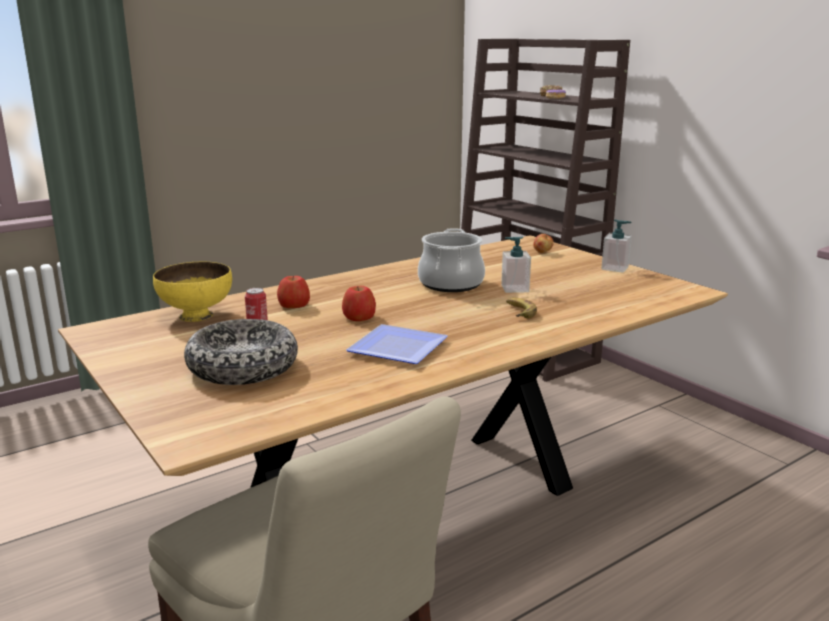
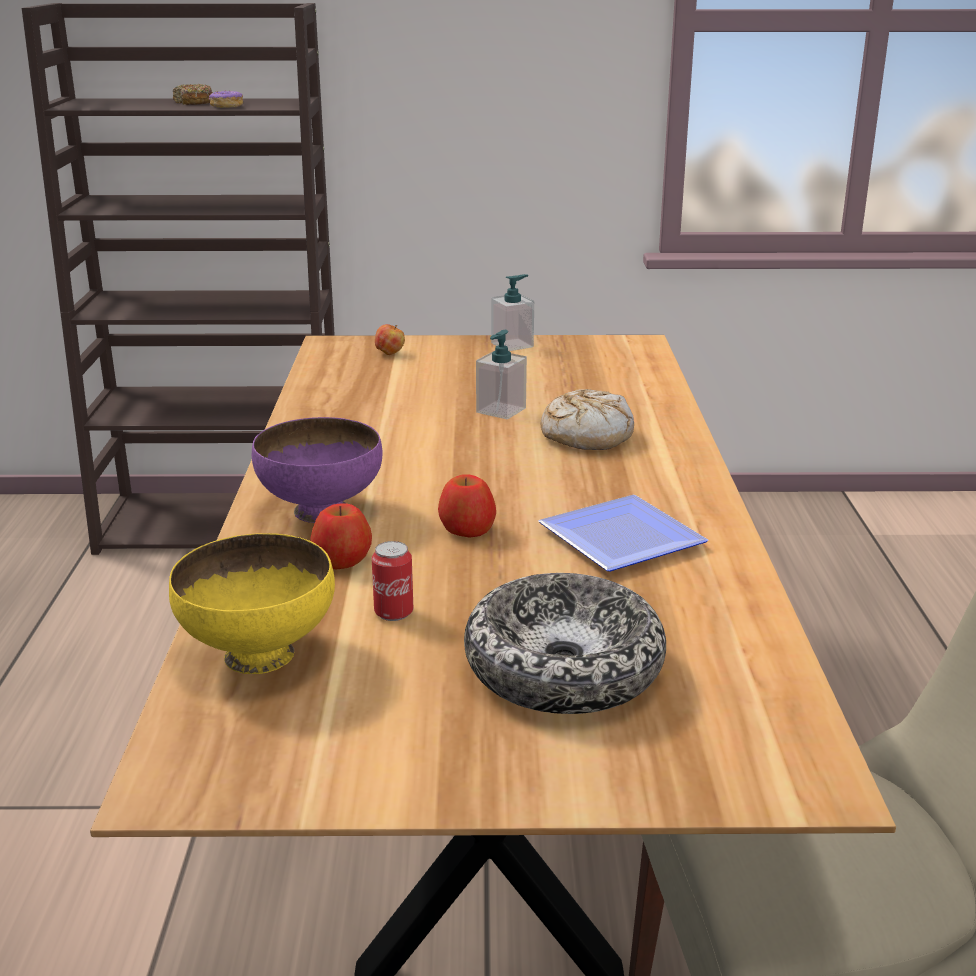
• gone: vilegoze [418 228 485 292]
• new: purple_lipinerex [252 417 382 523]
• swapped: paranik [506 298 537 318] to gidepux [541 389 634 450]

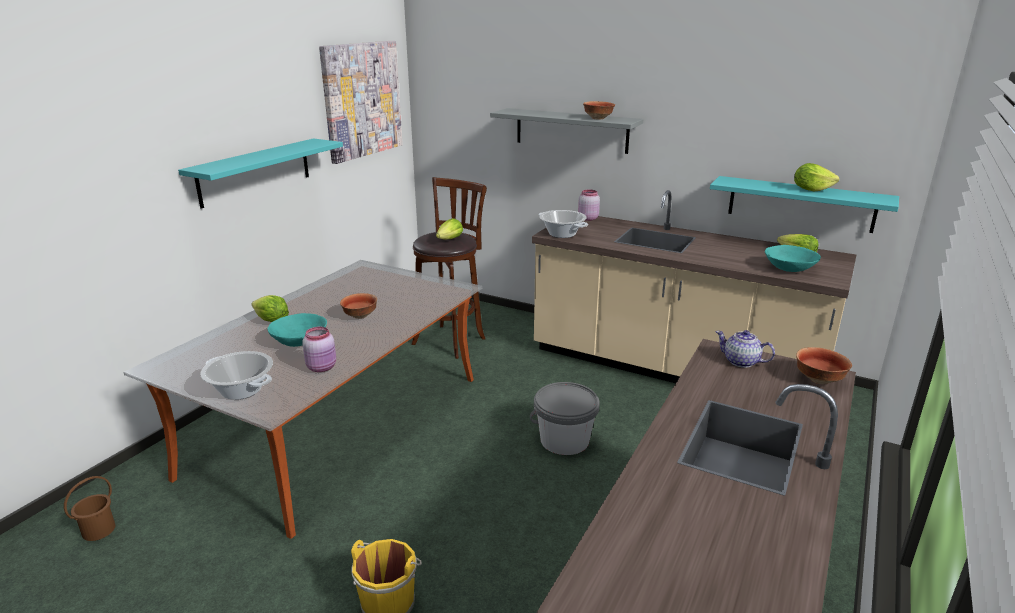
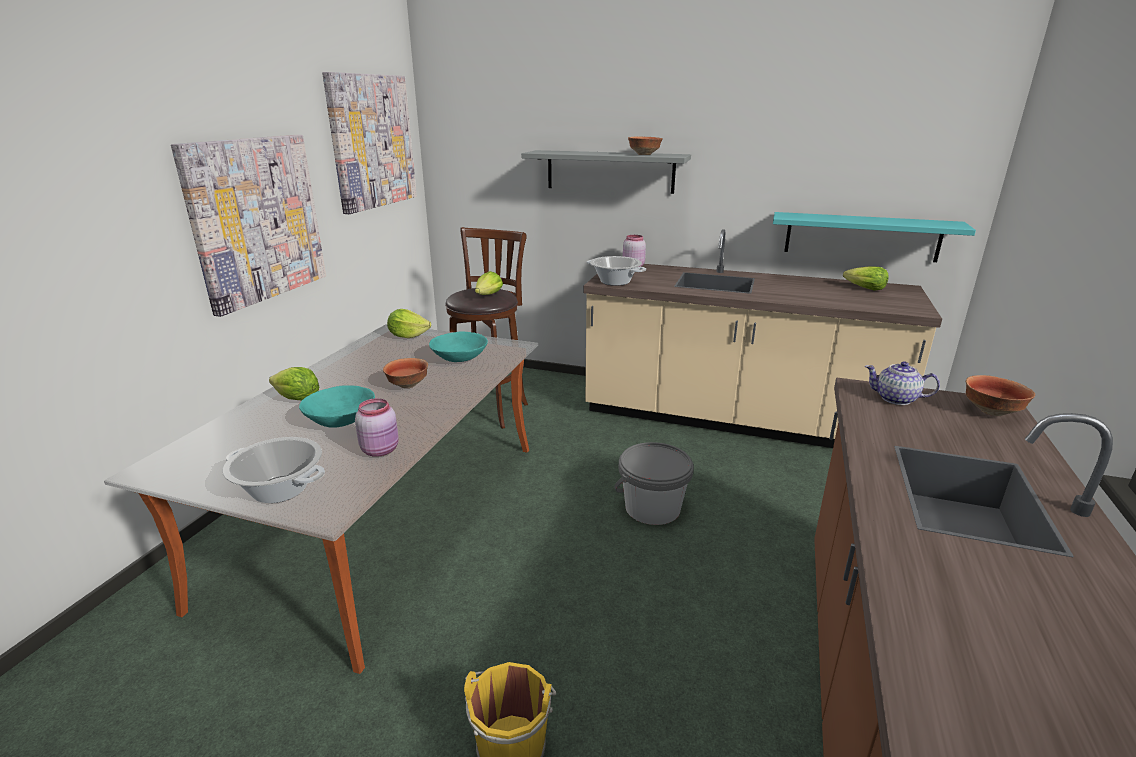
• gone: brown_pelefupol [64 476 115 541]
• shifted: turquoise_lipinerex [765 245 821 272] to [429 331 488 362]
• shifted: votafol [794 163 839 192] to [387 309 431 338]
• swapped: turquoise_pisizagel [178 138 343 209] to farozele [171 135 326 317]

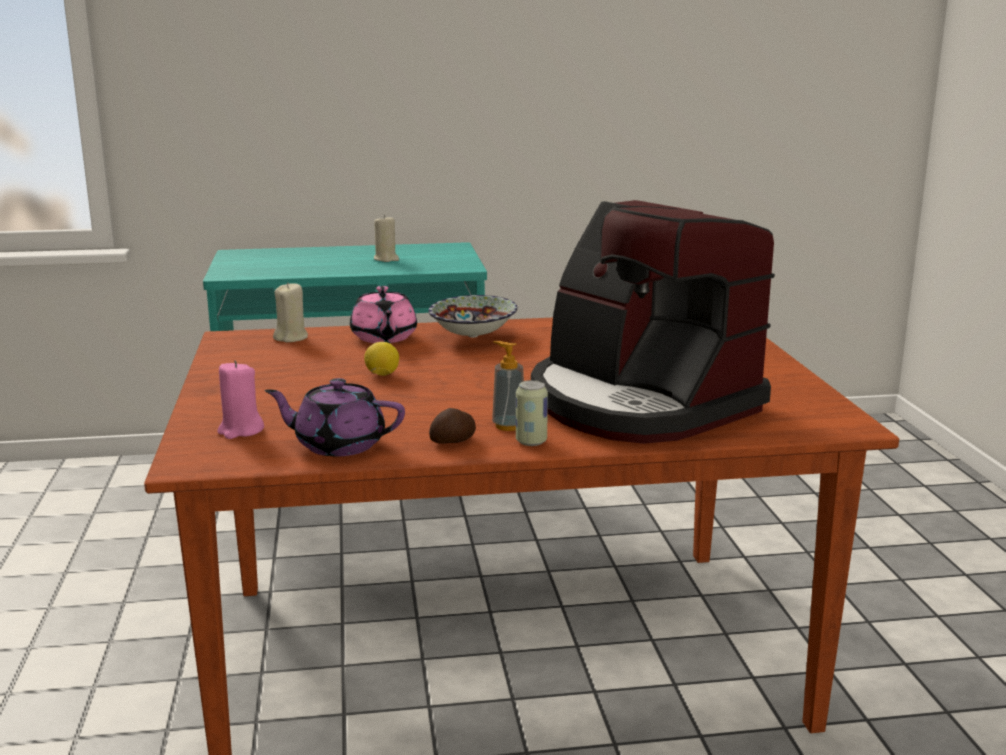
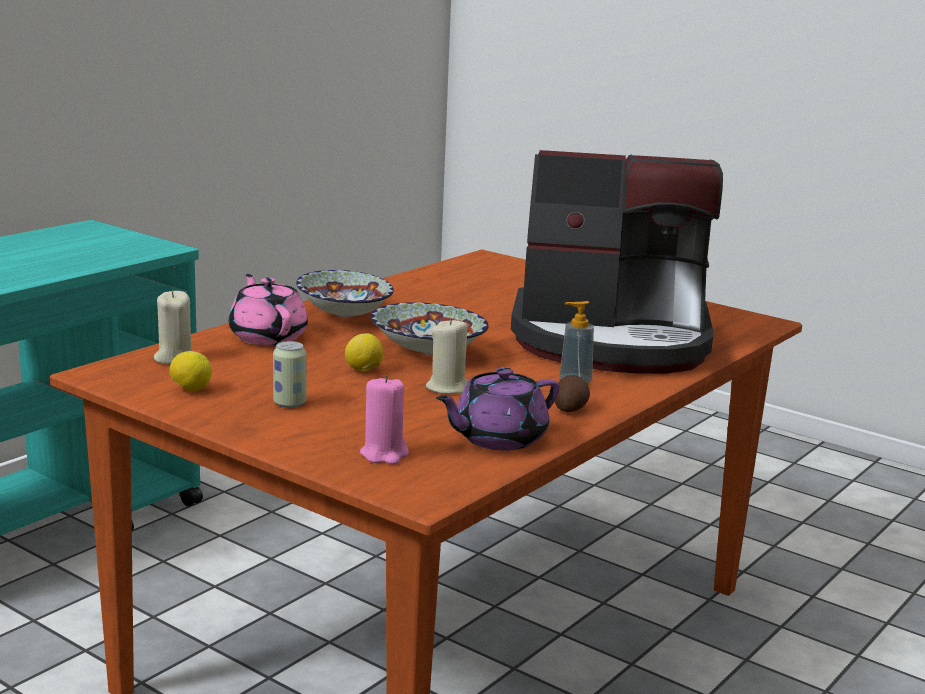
• new: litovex [169 351 212 392]
• new: lipinerex [370 302 489 355]
• shifted: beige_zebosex [374 215 399 262] to [426 318 469 394]
• shifted: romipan [516 380 548 446] to [273 341 307 408]
• rotated: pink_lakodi [350 286 417 343] = [229 274 308 345] 150 degrees counterclockwise

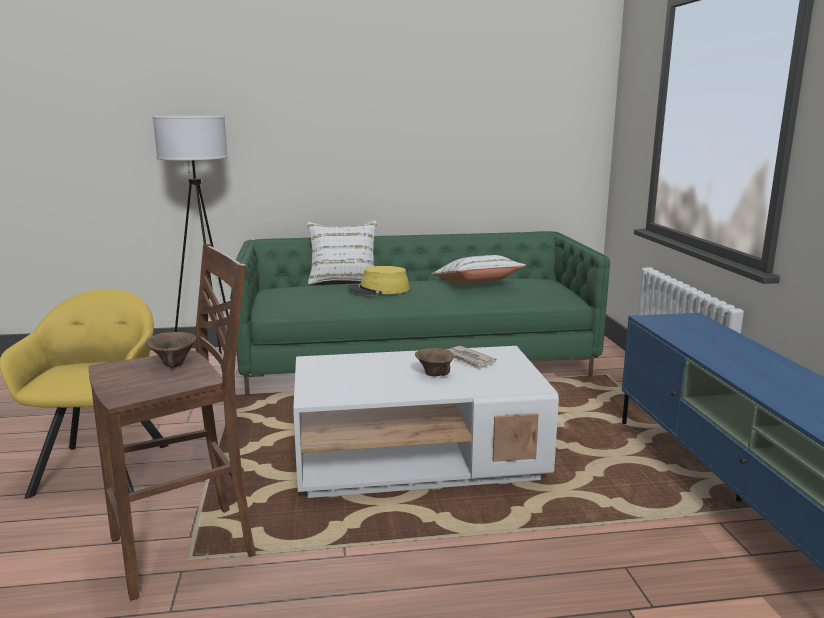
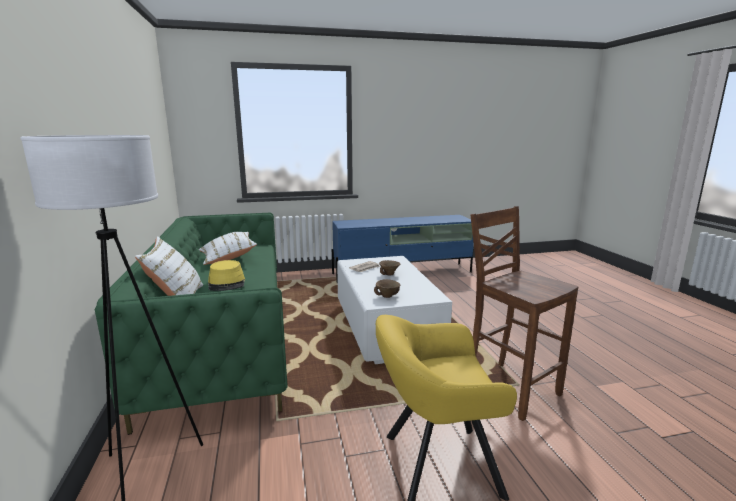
• shifted: brown_lipinerex [146 332 197 369] to [374 279 400 298]

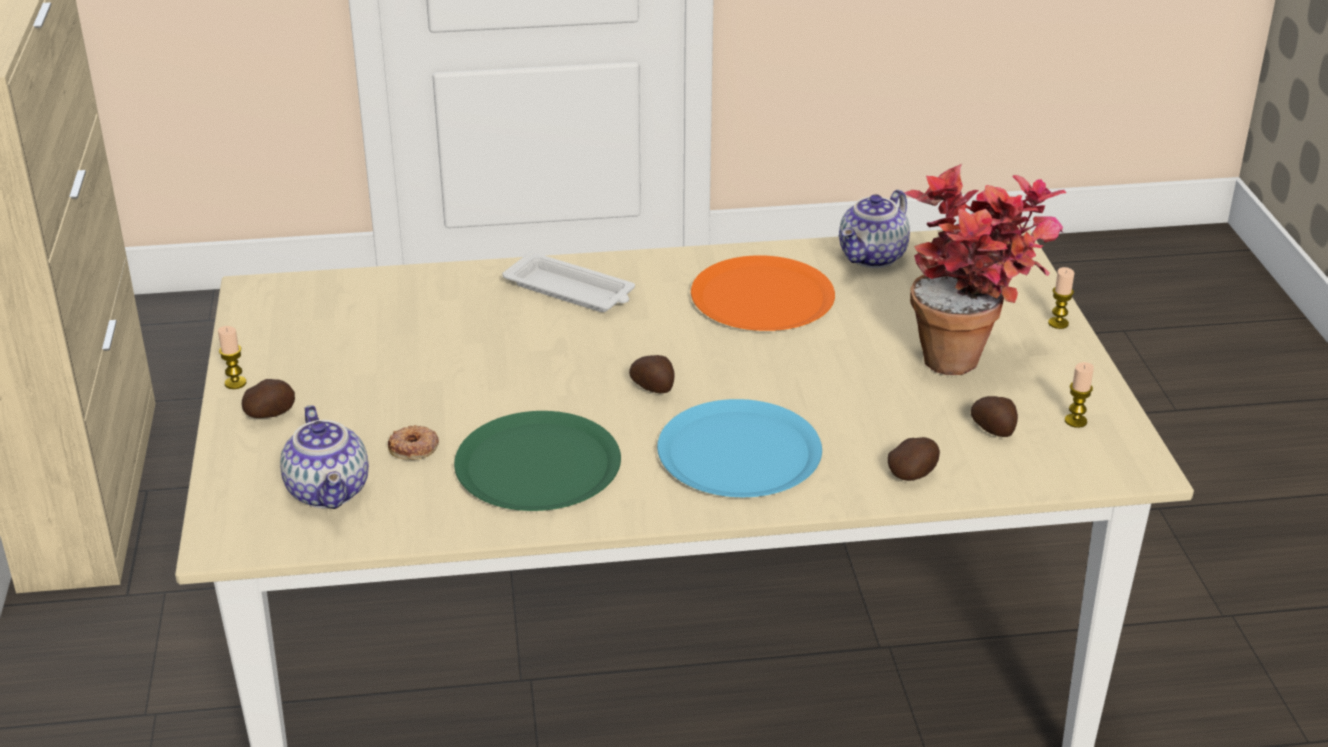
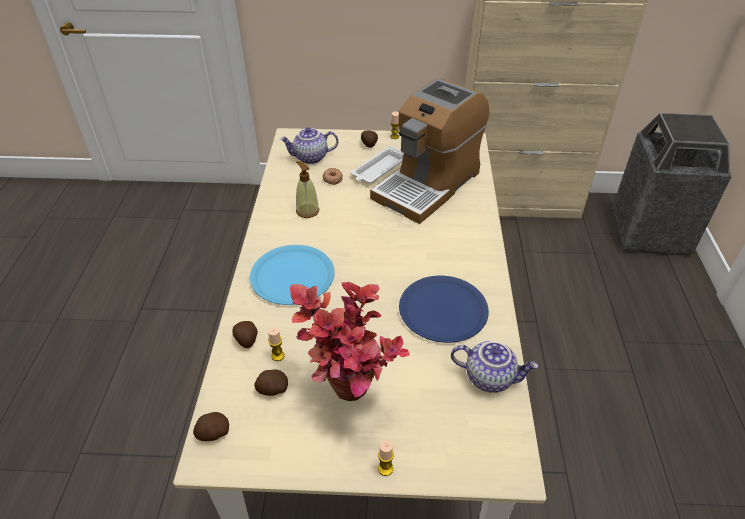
• new: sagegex [370 78 489 224]
• new: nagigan [612 113 731 256]
• shifted: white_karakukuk [502 251 635 312] to [351 146 404 184]
• shifted: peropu [629 355 675 393] to [193 412 229 441]
• shifted: zebosex [1065 362 1094 428] to [268 328 284 361]
• swapped: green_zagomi [454 411 621 511] to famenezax [296 161 319 218]
• repainted: orange_zagomi [691 255 835 331] to blue_zagomi [399 276 489 343]
• rotated: lakodi [839 189 910 268] = [451 341 538 393] 150 degrees clockwise

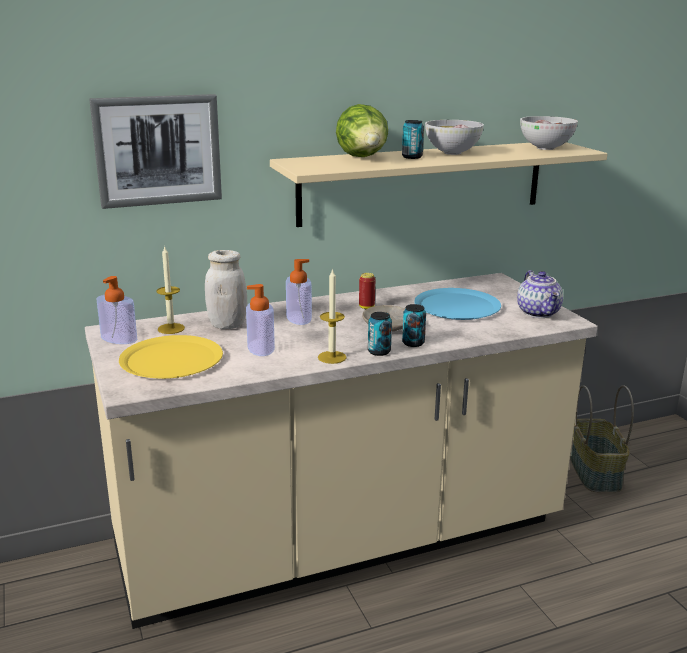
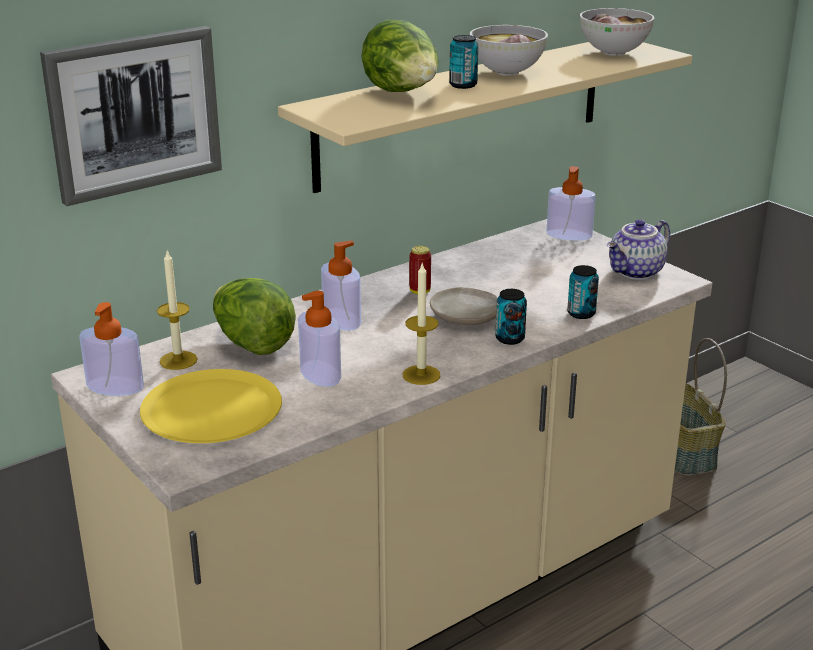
• gone: blue_zagomi [414 288 501 320]
• new: famenezax [546 166 596 240]
• shifted: romipan [368 312 392 356] to [567 265 599 319]
• swapped: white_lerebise [205 250 247 329] to votafol [213 278 296 355]
• rotated: lakodi [517 270 563 318] = [607 219 670 280] 75 degrees clockwise

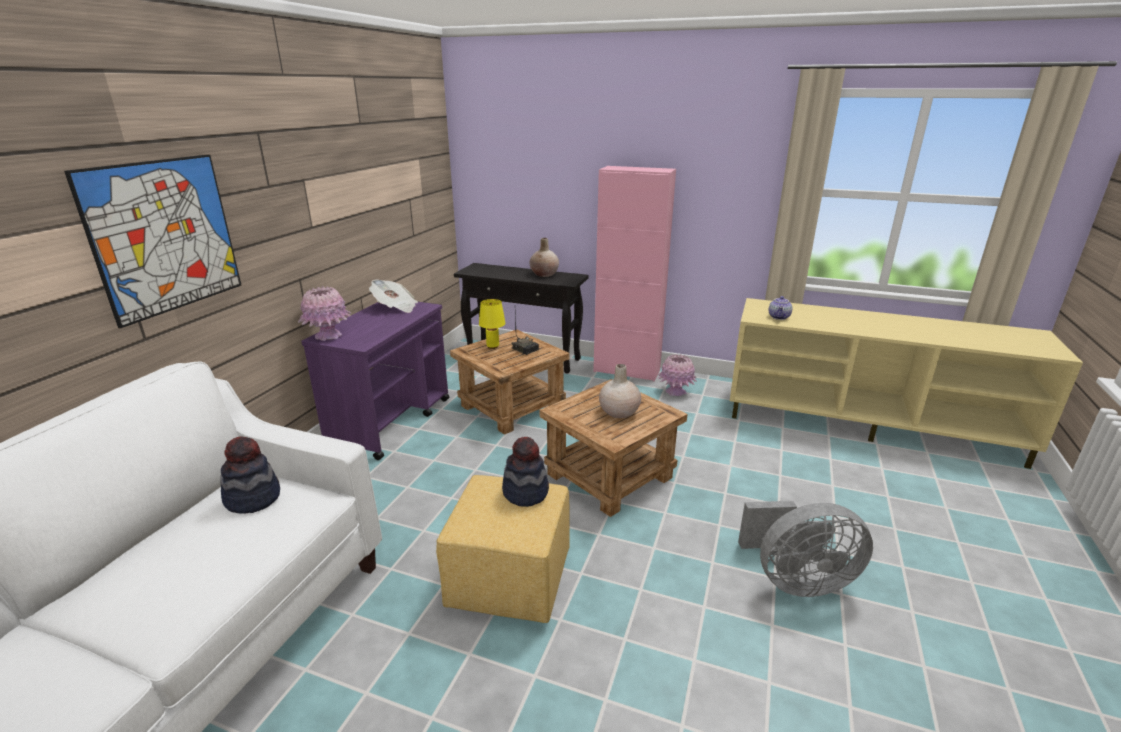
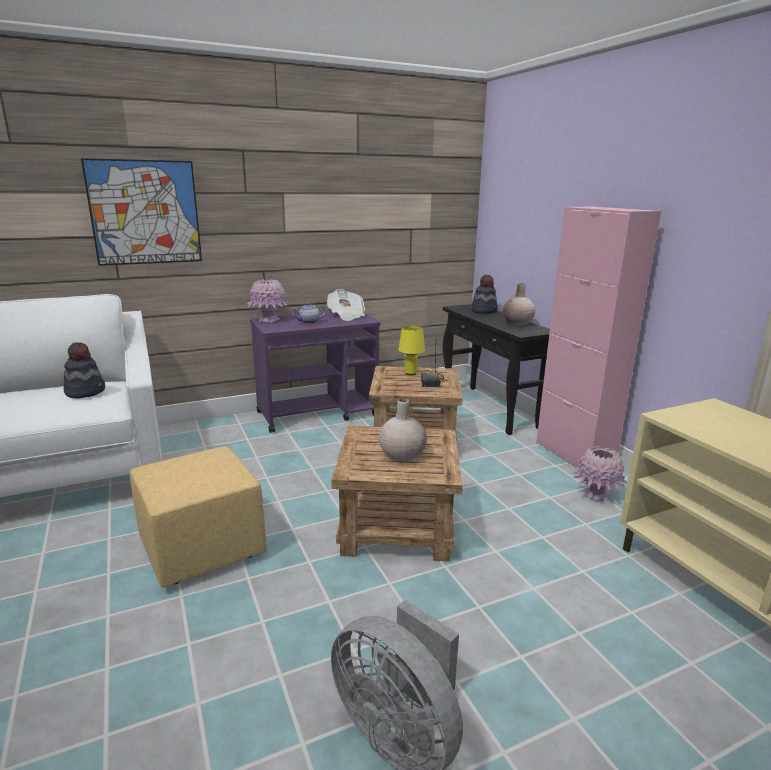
• shifted: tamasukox [502 437 549 507] to [471 274 498 314]
• shifted: lakodi [769 296 792 320] to [292 302 325 324]

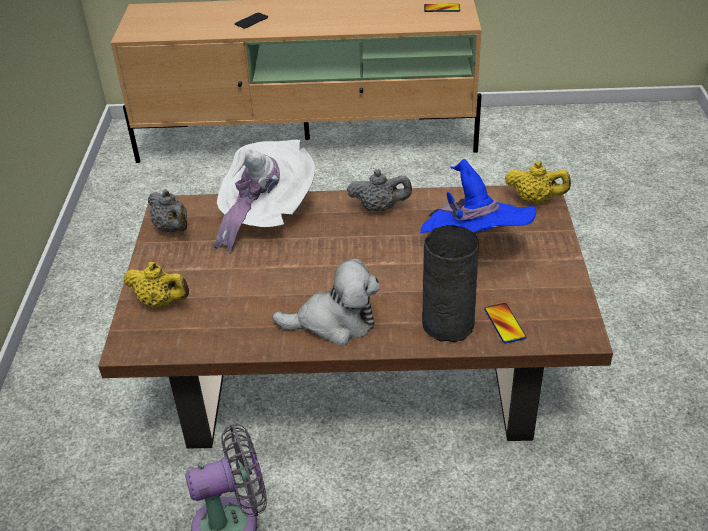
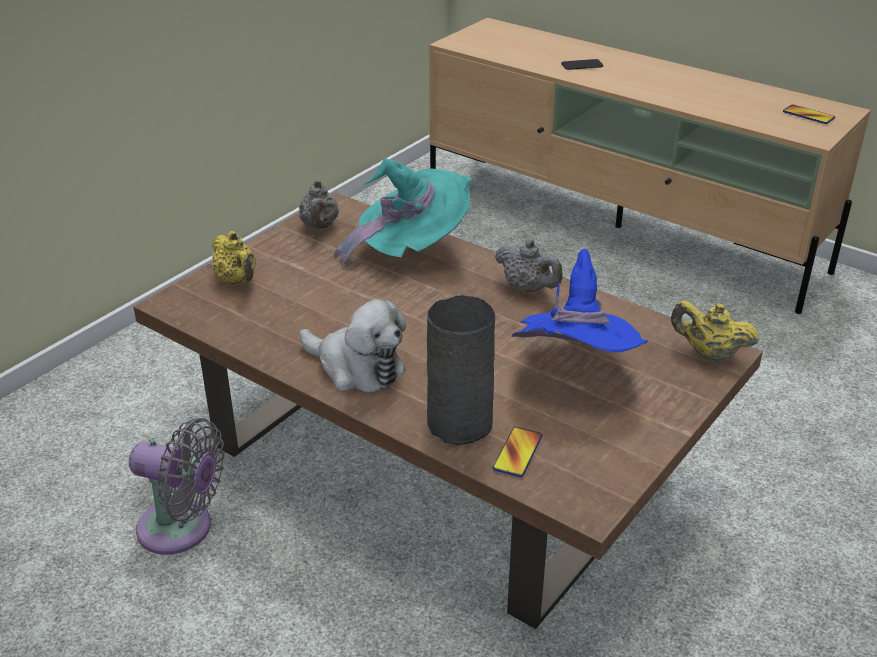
• repainted: white_tamasukox [214 140 315 254] to turquoise_tamasukox [334 158 472 268]
• rotated: yellow_lakodi [505 161 571 203] = [671 301 759 362] 150 degrees clockwise

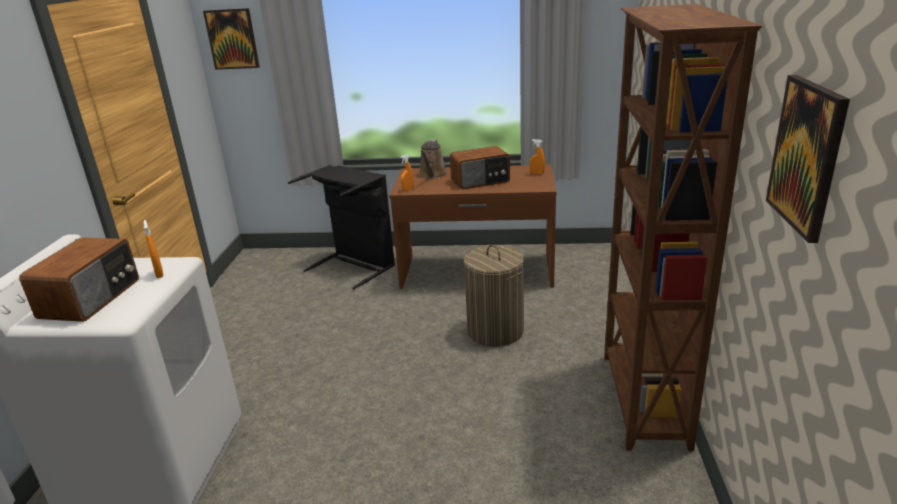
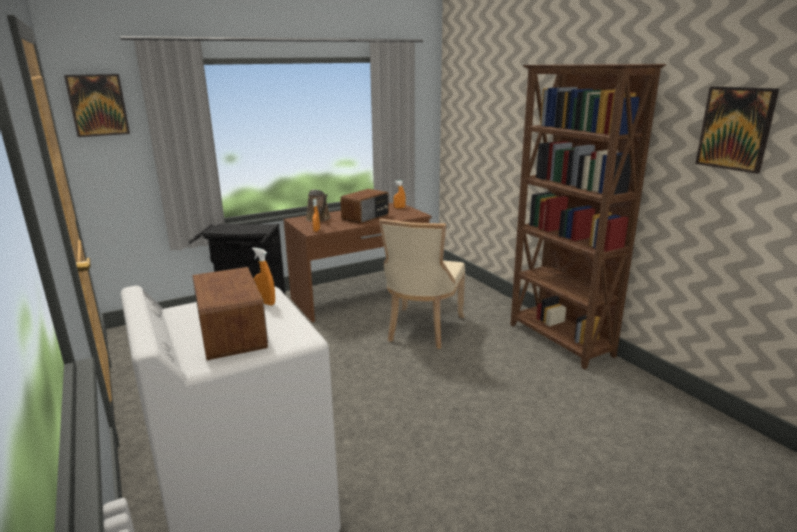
• swapped: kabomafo [464 245 524 347] to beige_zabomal [379 219 465 349]

